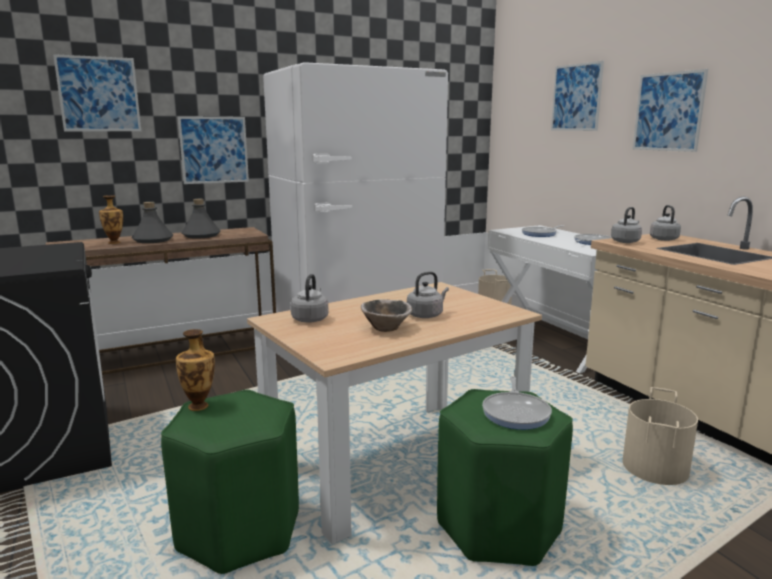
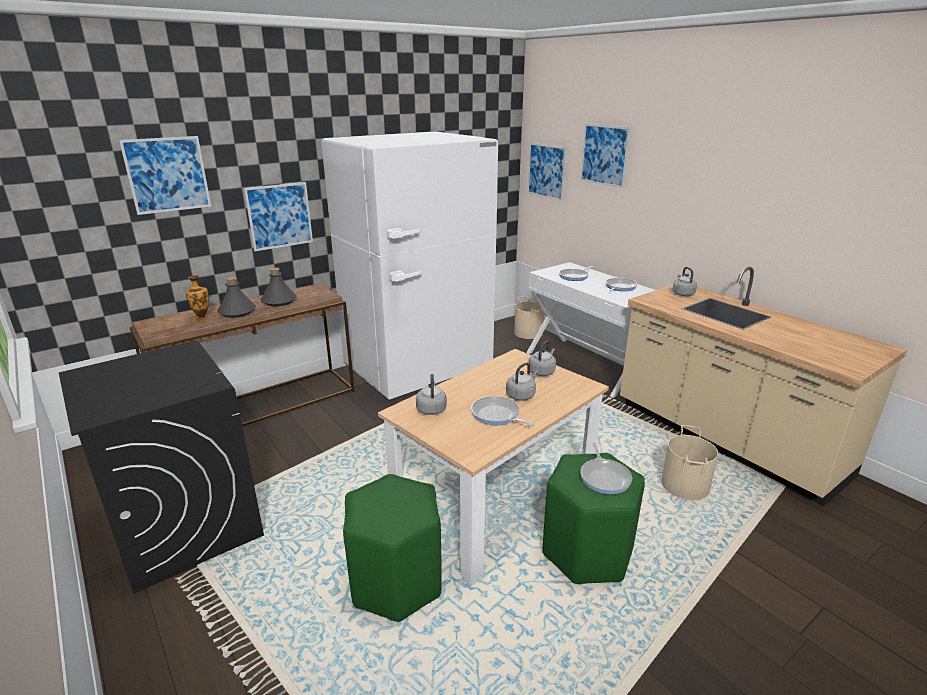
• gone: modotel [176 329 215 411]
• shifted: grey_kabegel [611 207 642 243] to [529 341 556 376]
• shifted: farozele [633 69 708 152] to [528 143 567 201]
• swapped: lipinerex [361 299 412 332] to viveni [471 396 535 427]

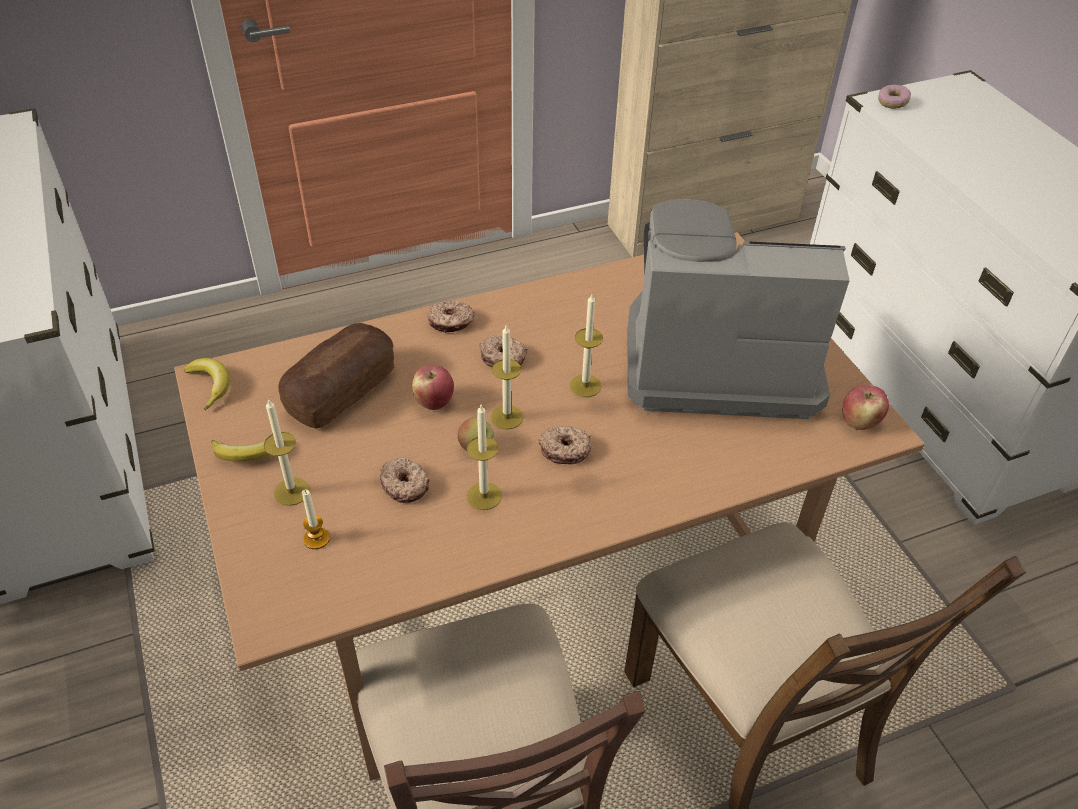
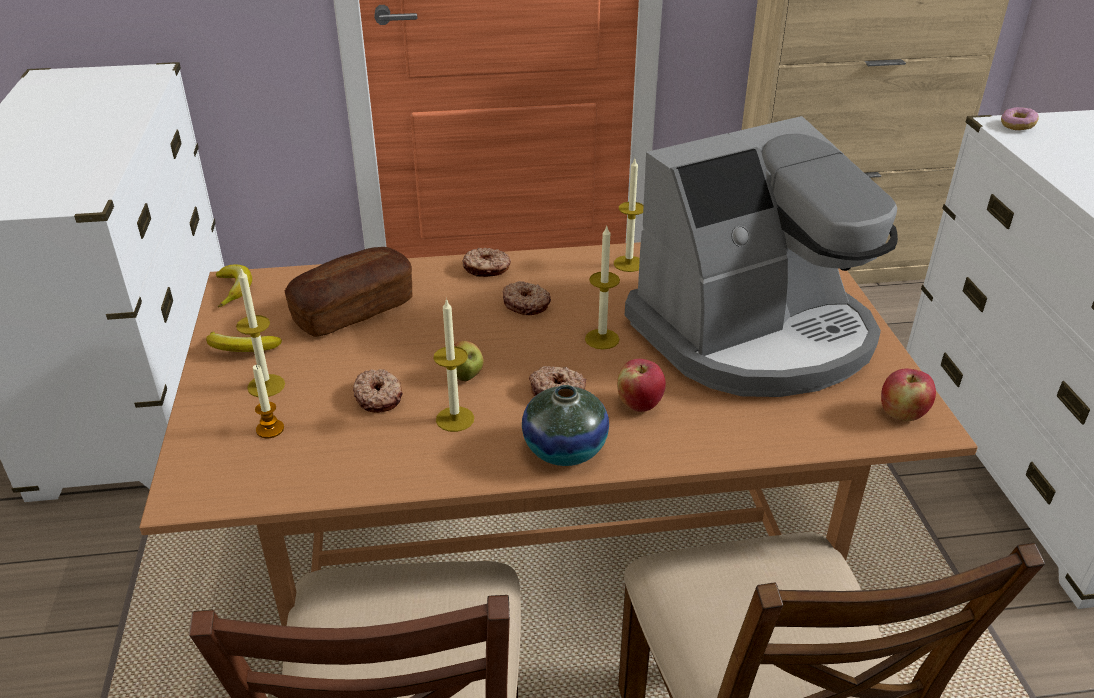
• new: modotel [522 385 609 466]
• shifted: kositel [412 365 454 410] to [617 359 666 412]
• shifted: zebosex [491 325 524 430] to [614 159 644 272]
• rotated: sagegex [627 199 850 419] = [625 116 898 397] 135 degrees clockwise

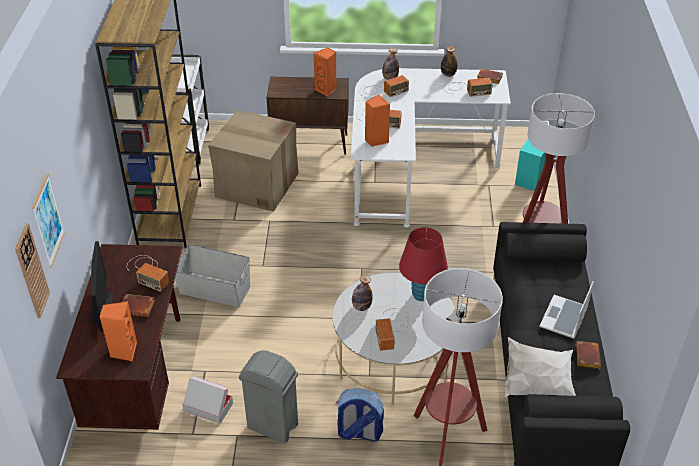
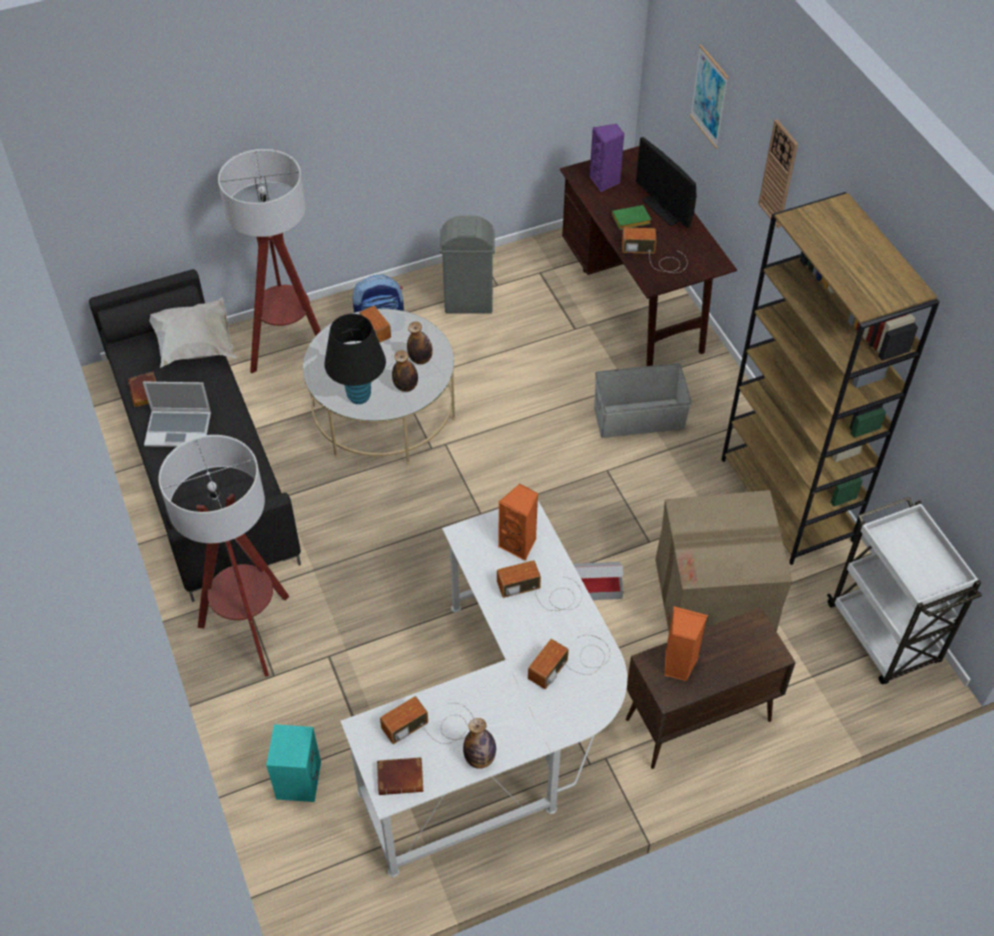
• shifted: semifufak [15 223 50 318] to [758 120 798 228]
• shifted: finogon [182 376 233 424] to [573 562 623 600]
• shifted: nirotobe [382 48 399 80] to [392 350 418 392]
• repainted: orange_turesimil [100 302 137 361] to purple_turesimil [589 124 625 192]
• repainted: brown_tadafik [122 294 155 317] to green_tadafik [612 205 651 230]
• repainted: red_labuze [399 227 448 301] to black_labuze [324 314 386 404]
• rotated: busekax [539 281 594 339] = [143 382 211 447] 90 degrees clockwise

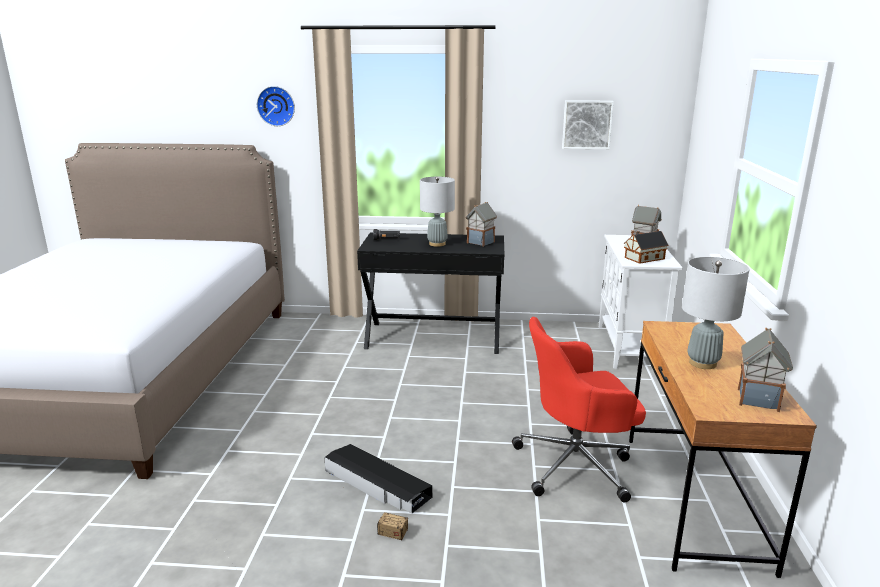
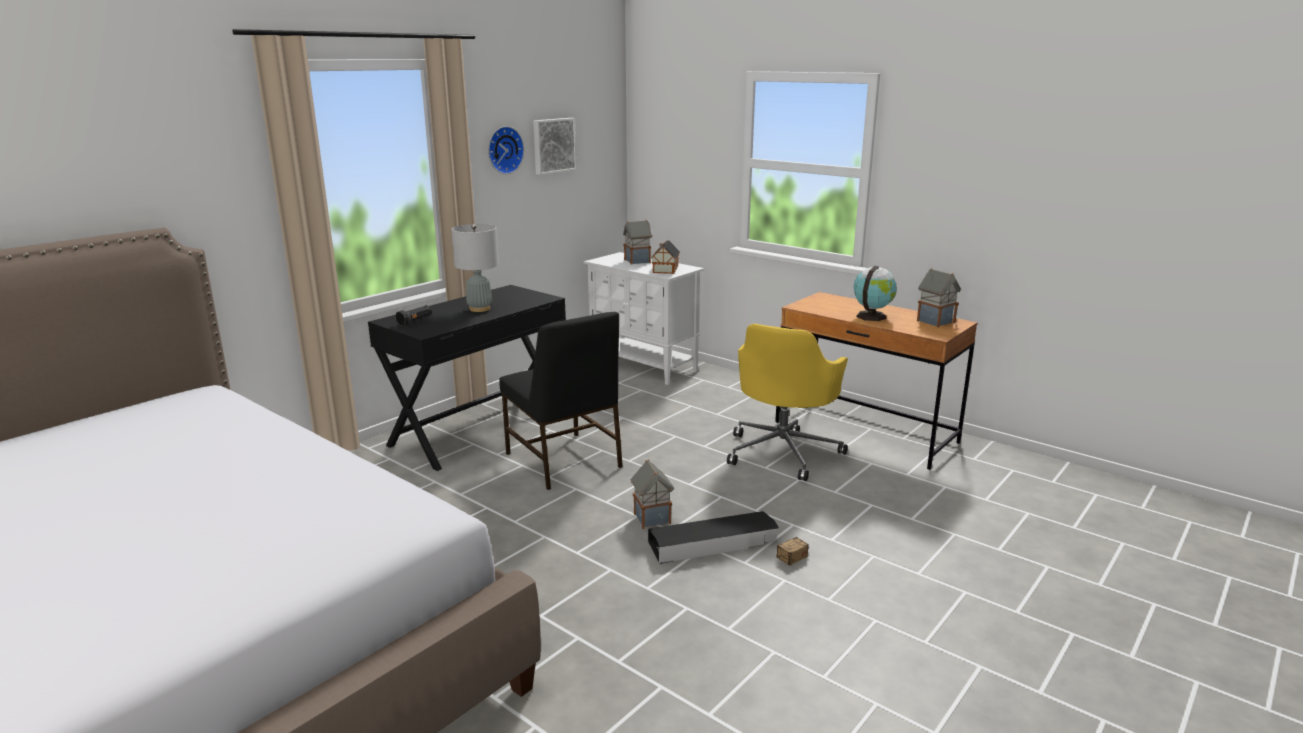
• new: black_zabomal [499 312 622 490]
• shifted: semifufak [257 86 295 126] to [488 126 524 174]
• shifted: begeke [466 202 497 247] to [630 460 674 529]
• swapped: grey_labuze [682 257 750 369] to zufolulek [853 266 897 321]
• repainted: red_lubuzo [512 317 646 502] to yellow_lubuzo [727 324 848 481]

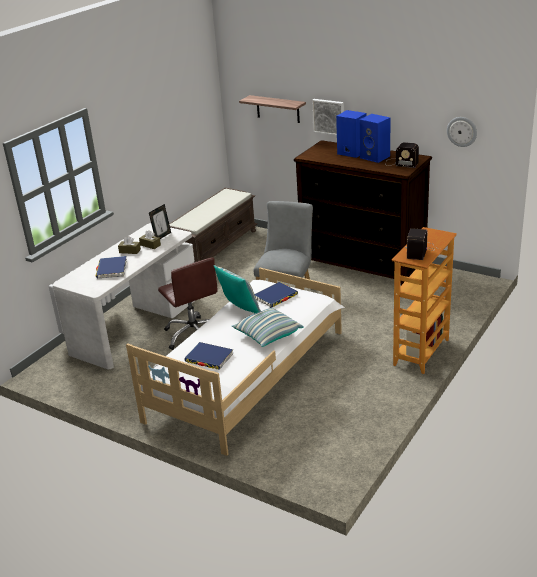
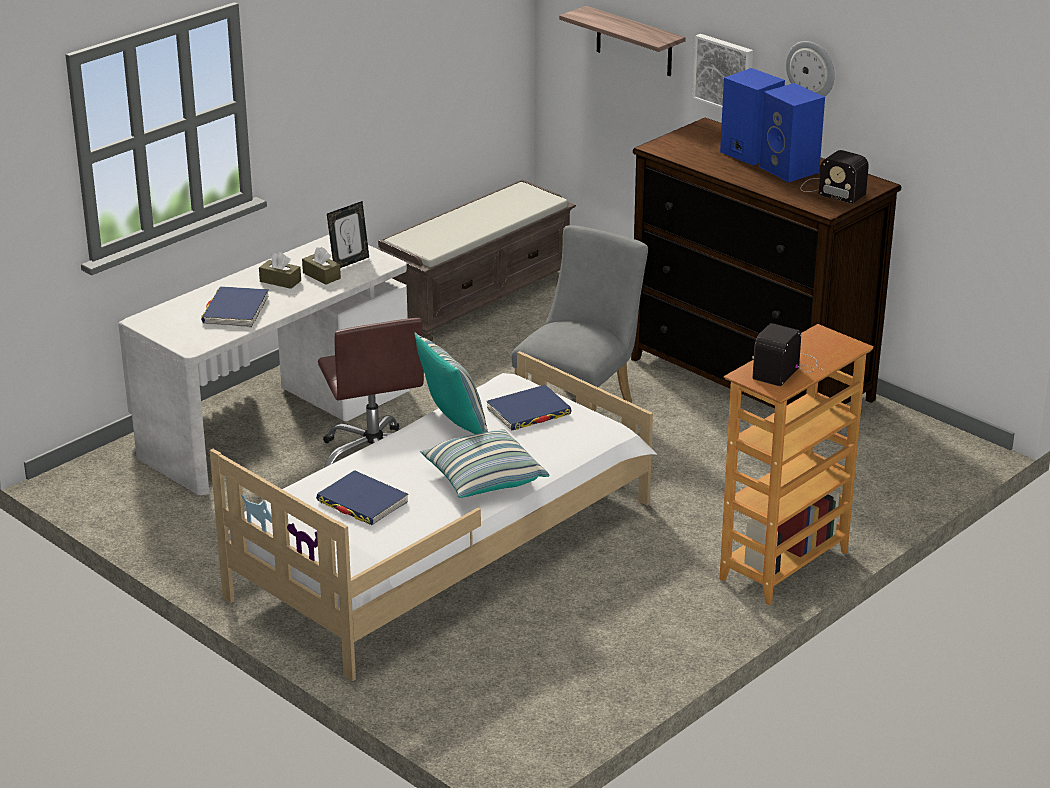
• shifted: semifufak [447 117 477 147] to [786 41 835 97]

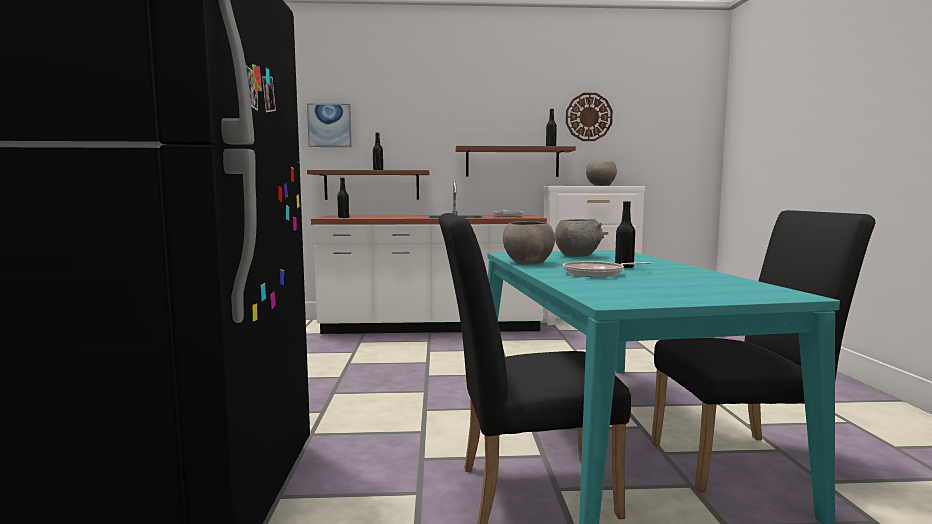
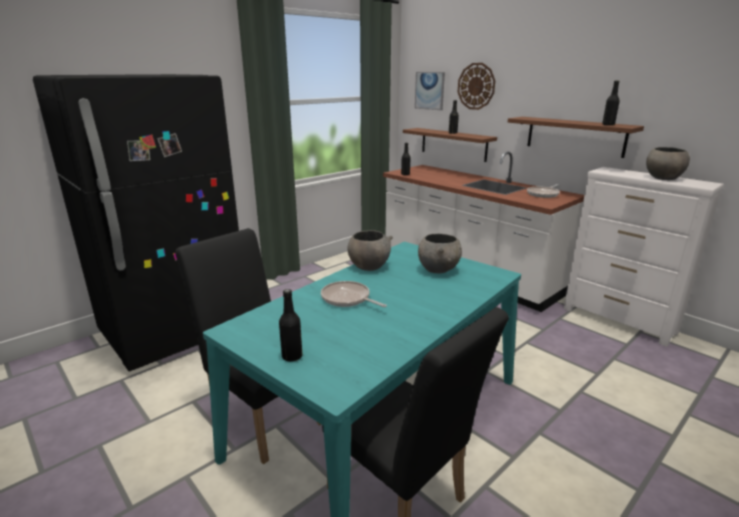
• shifted: semifufak [566 93 613 141] to [458 63 495 110]
• shifted: black_nirotobe [615 201 635 268] to [279 289 303 362]

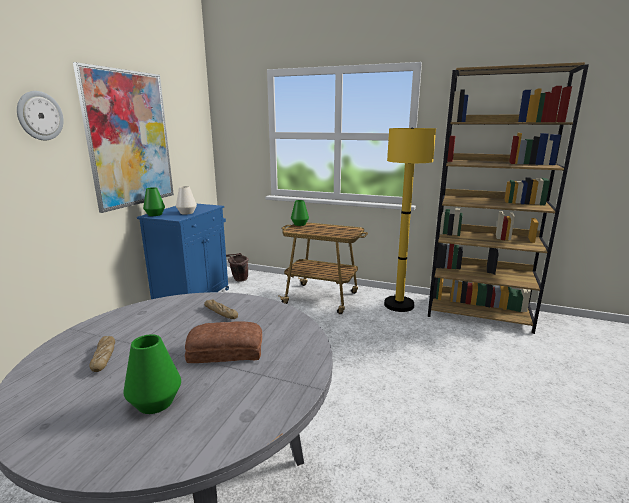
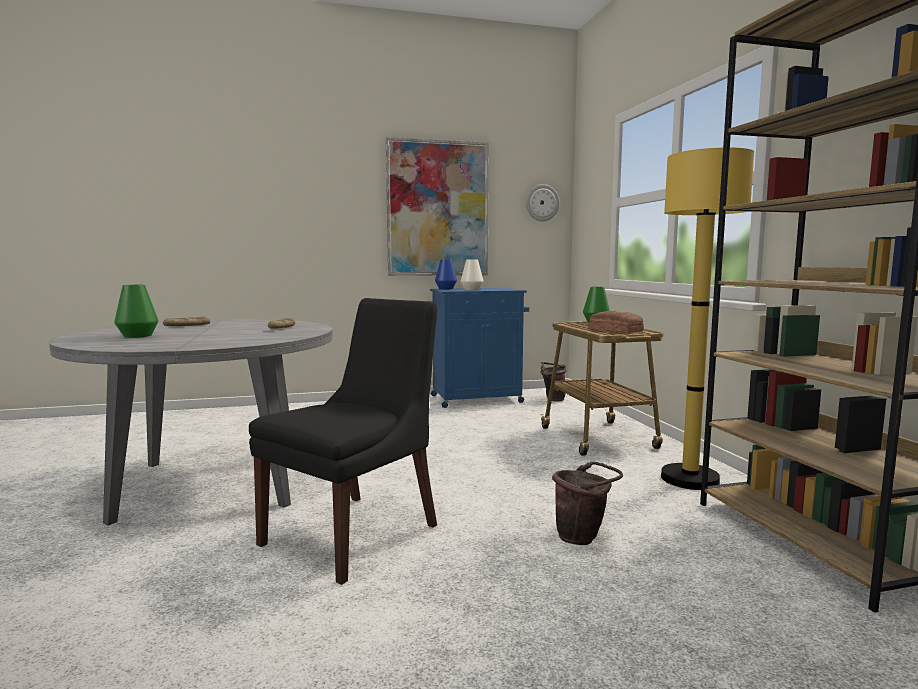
• new: black_zabomal [249 298 438 585]
• new: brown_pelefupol [552 461 623 545]
• shifted: semifufak [17 91 64 140] to [526 184 560 221]
• shifted: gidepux [185 321 262 363] to [588 311 644 333]
• repainted: green_modotel [143 187 165 216] to blue_modotel [435 259 457 289]

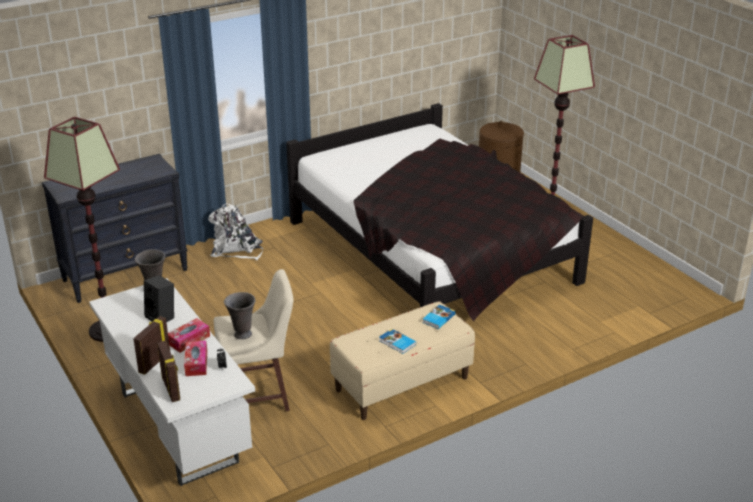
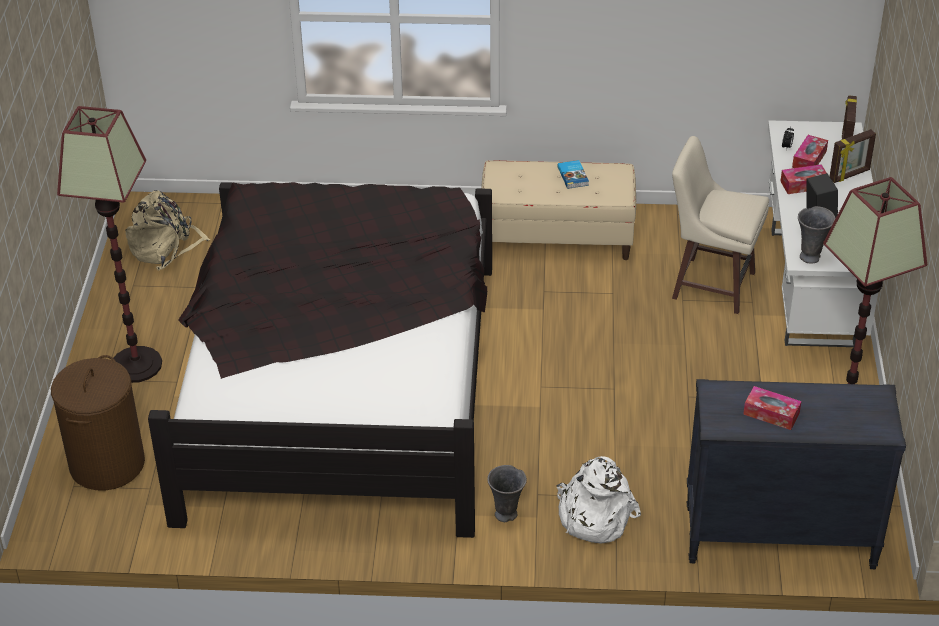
• gone: tadafik [422 305 456 329]
• new: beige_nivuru [125 190 210 271]
• new: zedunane [743 386 802 430]
• shifted: grey_modotel [224 292 256 339] to [487 465 527 522]

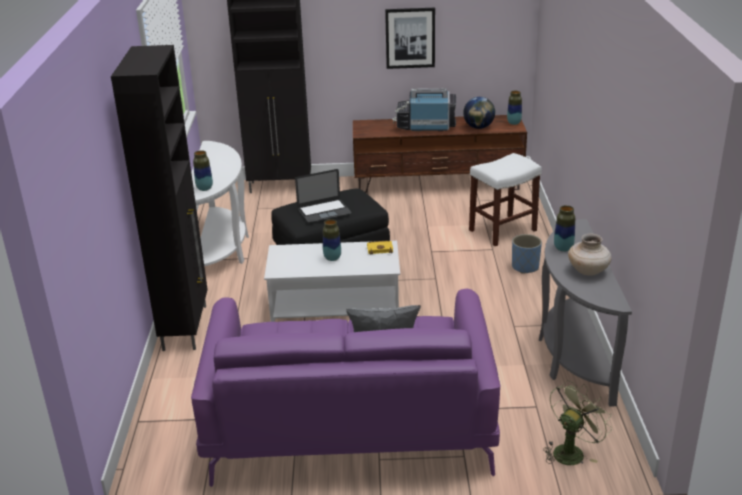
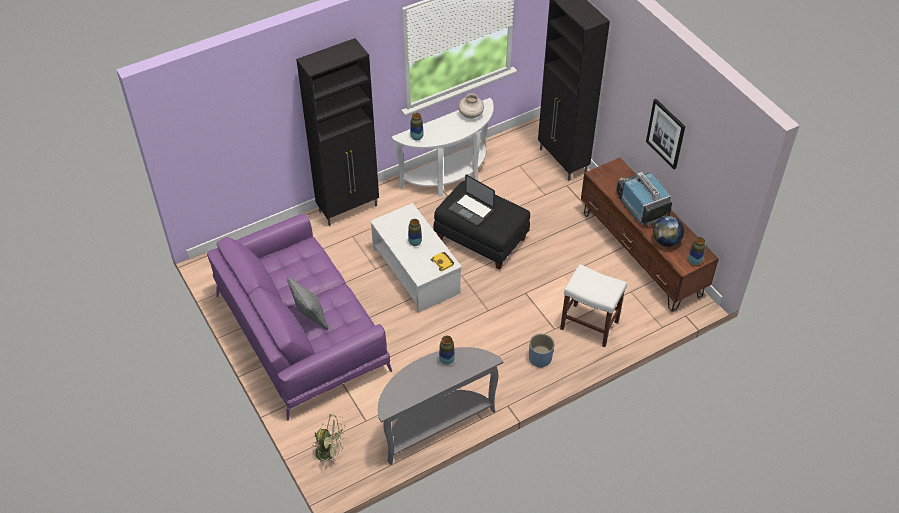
• shifted: beige_modotel [568 234 612 276] to [458 93 484 118]

